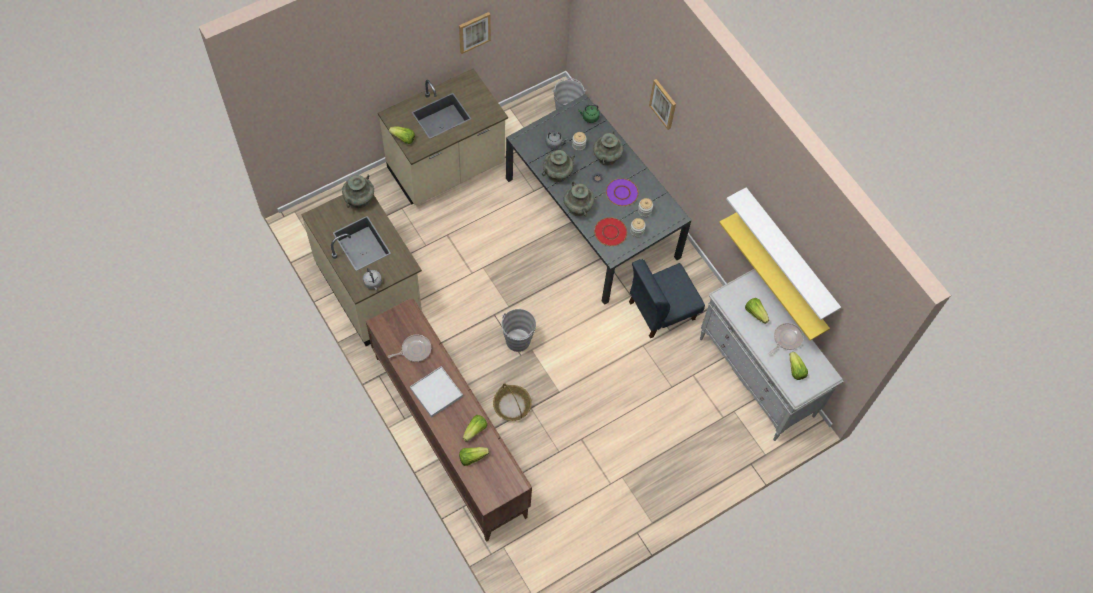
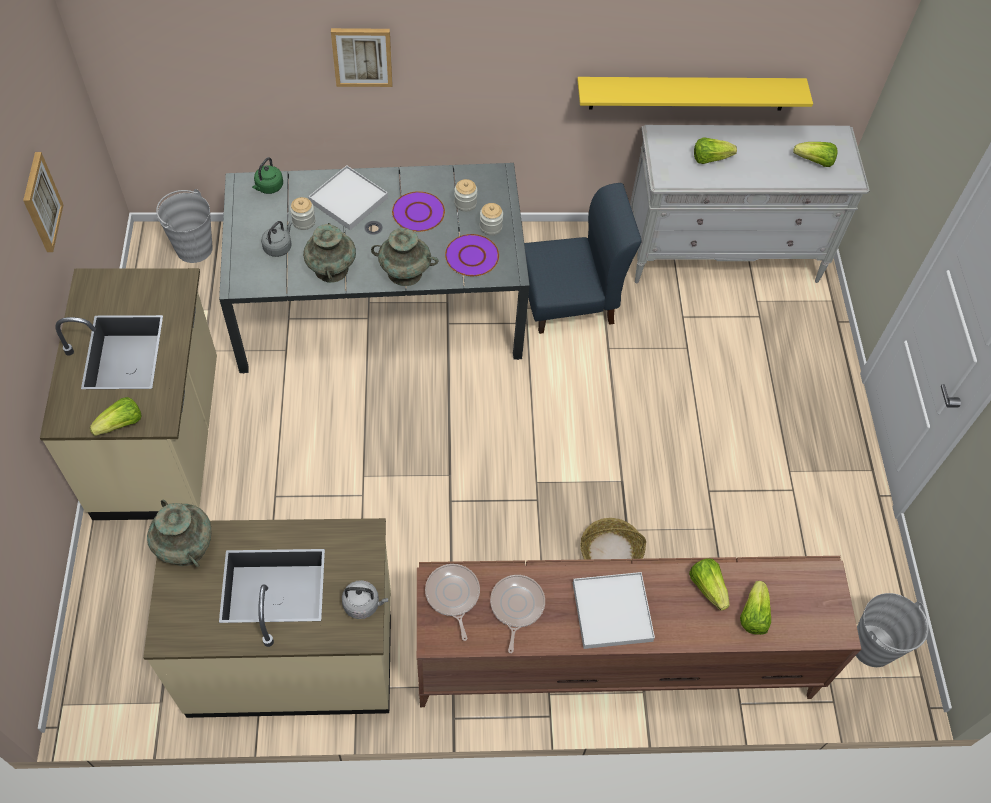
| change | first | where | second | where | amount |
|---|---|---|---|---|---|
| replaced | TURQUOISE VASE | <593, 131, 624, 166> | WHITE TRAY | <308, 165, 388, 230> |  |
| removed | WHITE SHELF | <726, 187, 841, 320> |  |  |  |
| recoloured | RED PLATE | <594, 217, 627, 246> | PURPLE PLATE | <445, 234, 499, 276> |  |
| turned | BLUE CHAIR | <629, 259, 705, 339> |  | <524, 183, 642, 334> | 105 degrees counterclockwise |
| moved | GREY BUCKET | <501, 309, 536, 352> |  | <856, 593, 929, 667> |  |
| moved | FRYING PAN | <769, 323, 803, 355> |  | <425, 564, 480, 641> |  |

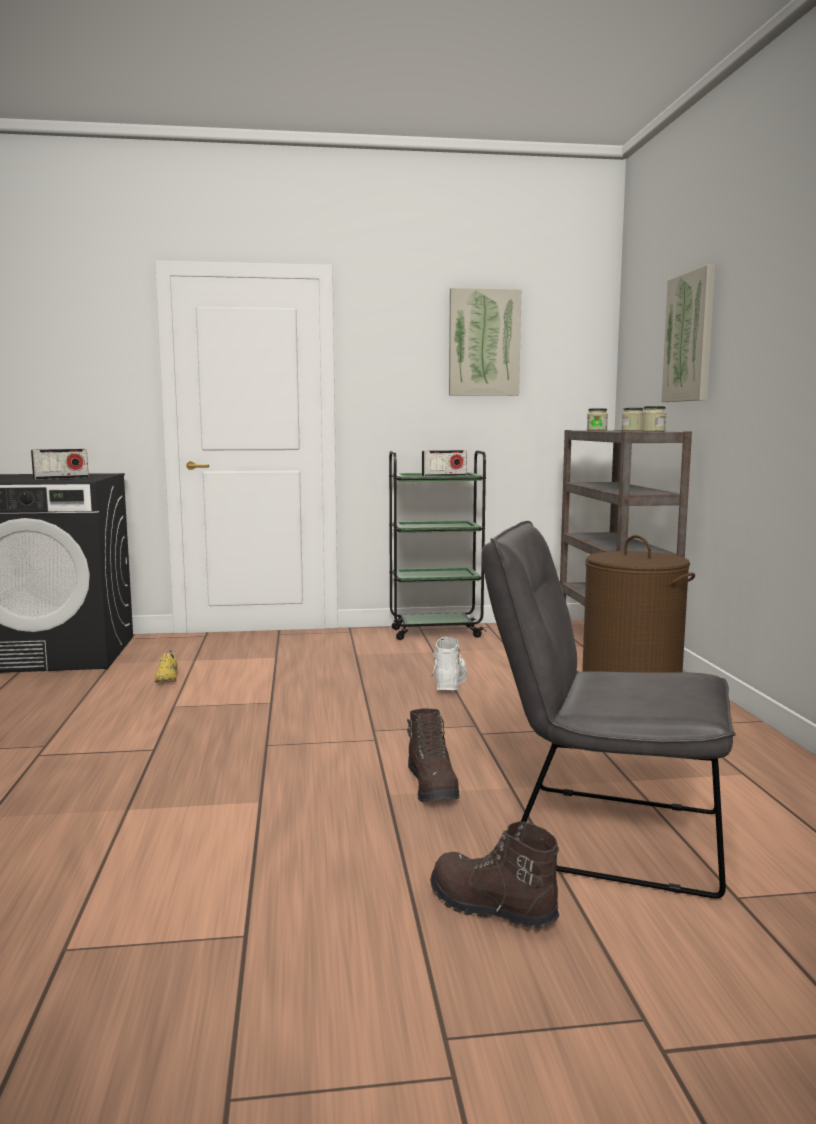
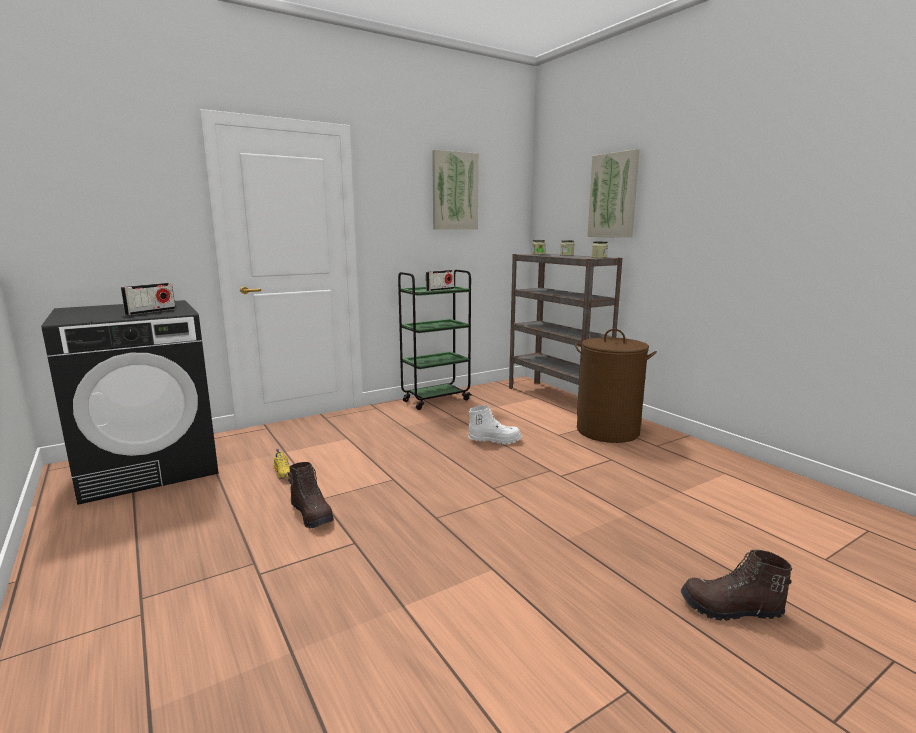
| change | first | where | second | where | amount |
|---|---|---|---|---|---|
| removed | GREY CHAIR | <481, 521, 736, 899> |  |  |  |
| turned | WHITE BOOT | <432, 637, 467, 690> |  | <468, 405, 522, 444> | 105 degrees clockwise |
| moved | BROWN BOOT | <407, 708, 460, 802> |  | <288, 462, 334, 528> |  |

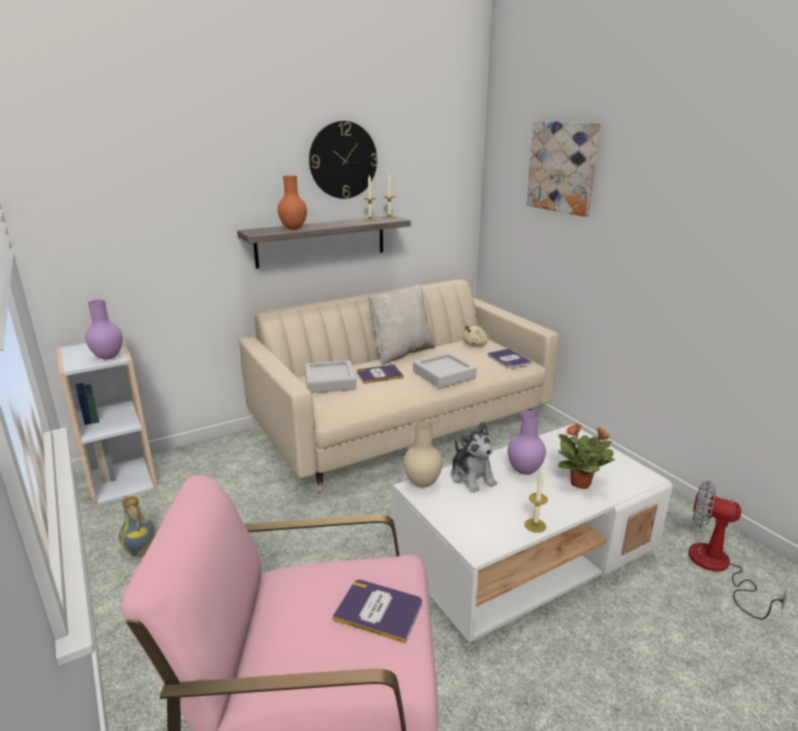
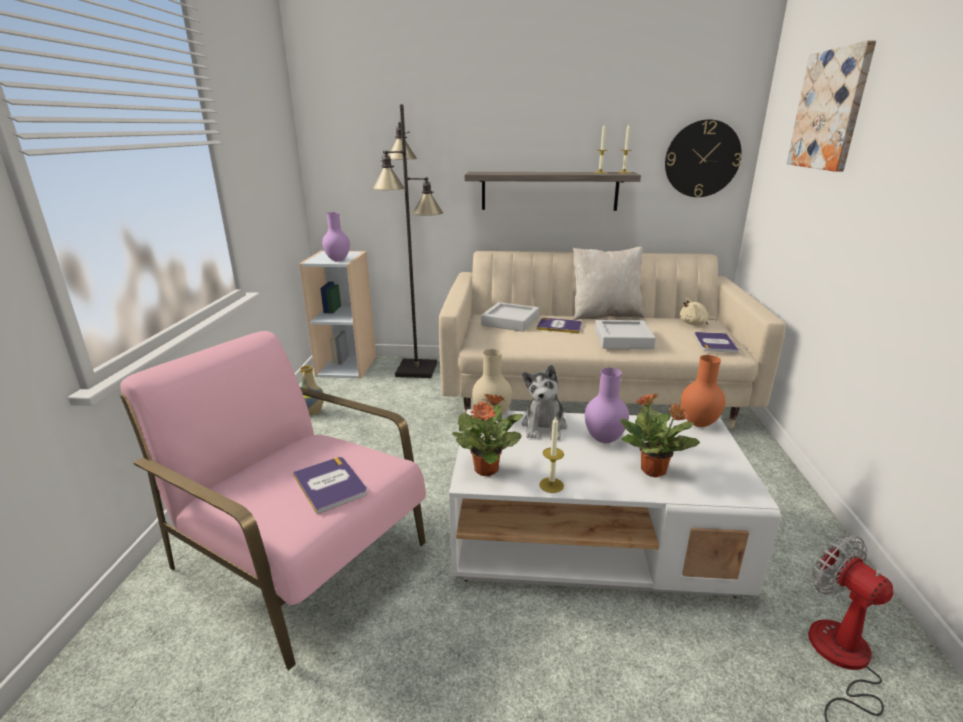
| change | first | where | second | where | amount |
|---|---|---|---|---|---|
| moved | WALL CLOCK | <309, 121, 378, 199> |  | <665, 120, 742, 197> |  |
| moved | ORANGE VASE | <278, 176, 307, 230> |  | <681, 355, 725, 427> |  |
| added |  |  | BLACK FLOOR LAMP | <372, 104, 444, 378> |  |
| added |  |  | POTTED PLANT | <452, 394, 523, 476> |  |

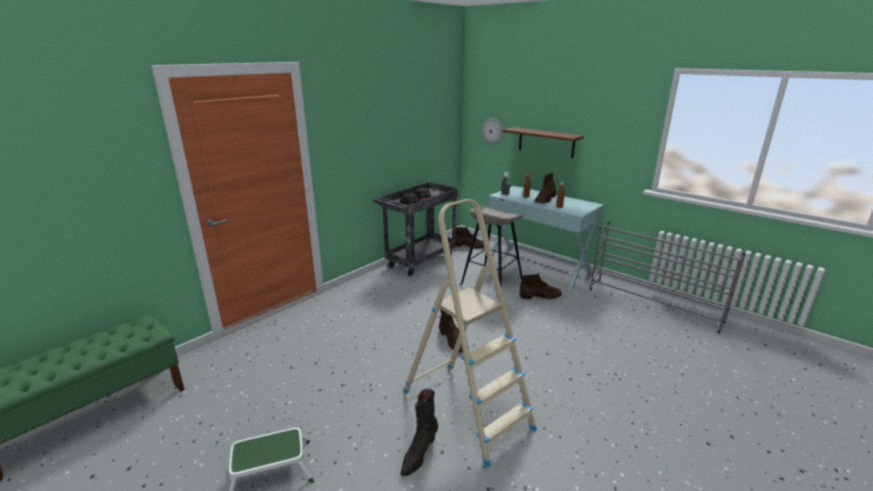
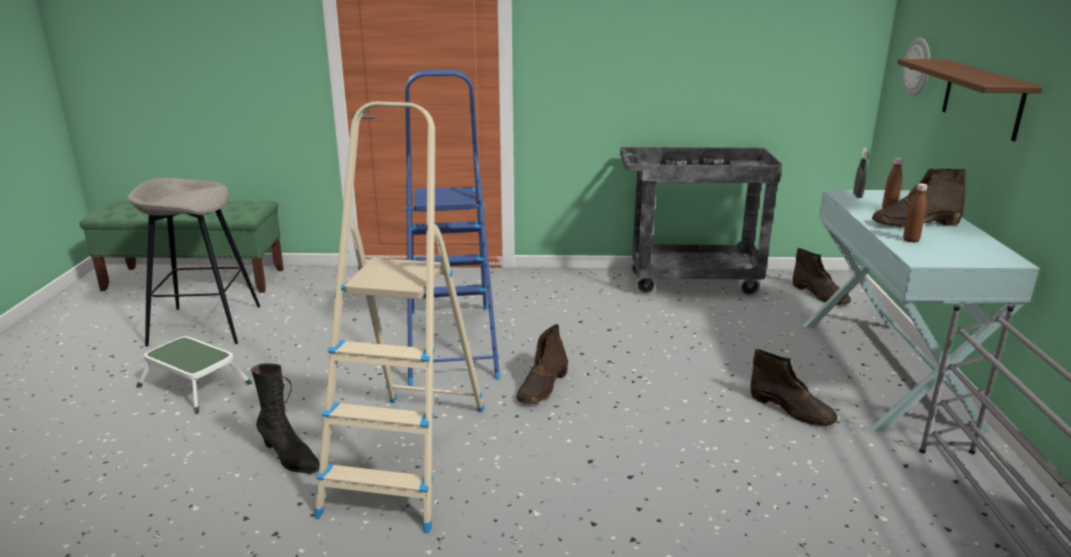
| change | first | where | second | where | amount |
|---|---|---|---|---|---|
| moved | GREY STOOL | <461, 206, 523, 286> |  | <128, 178, 260, 347> |  |
| turned | BLACK BOOT | <400, 389, 438, 476> |  | <251, 363, 320, 473> | 135 degrees counterclockwise |
| added |  |  | BLUE STEP LADDER | <405, 70, 500, 386> |  |

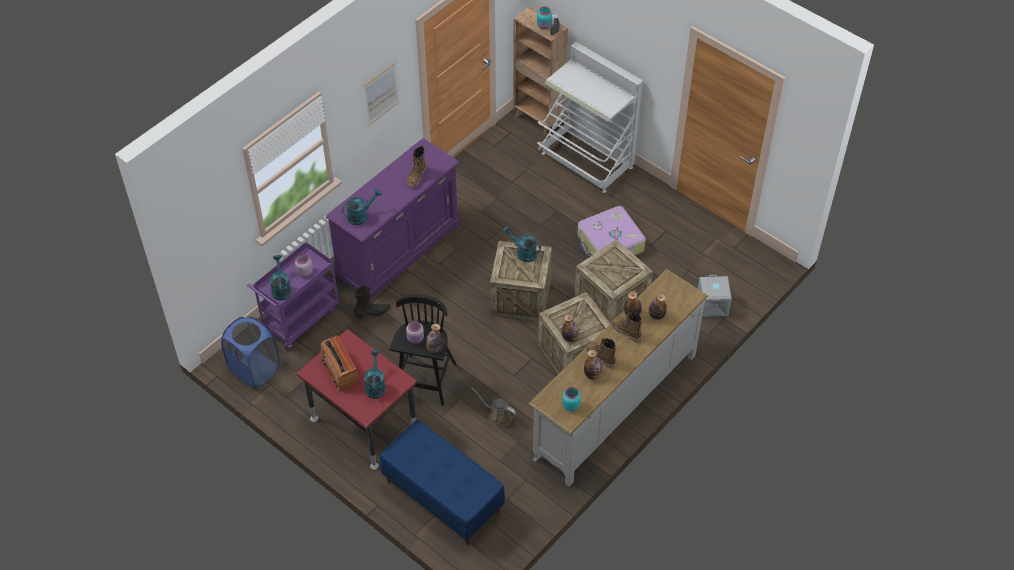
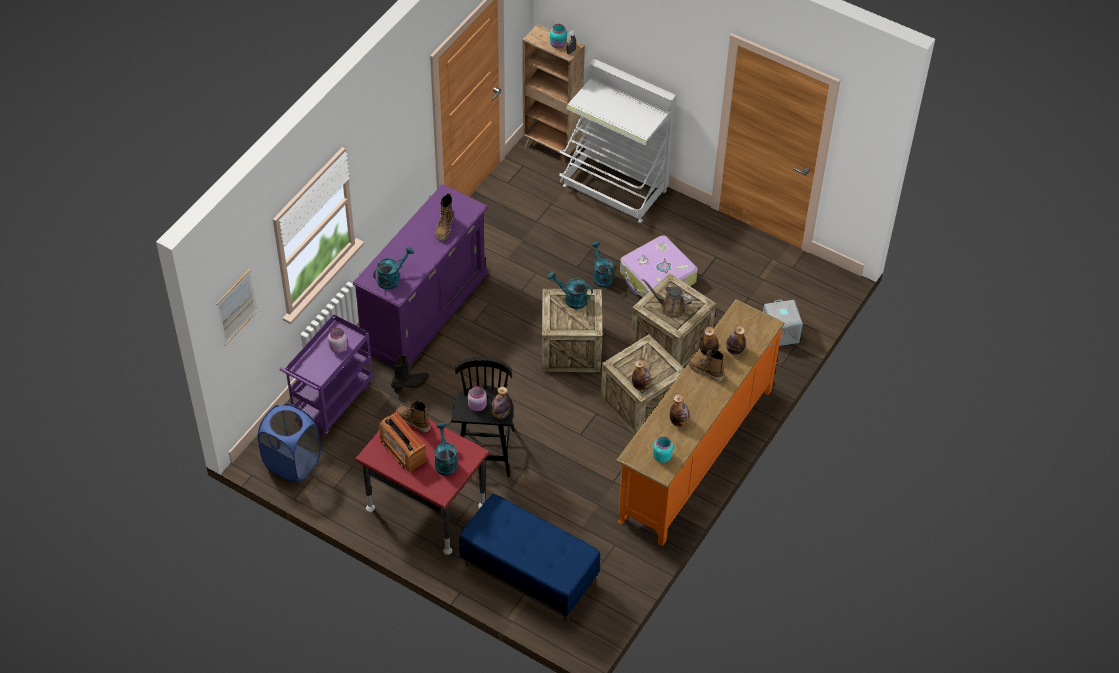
| change | first | where | second | where | amount |
|---|---|---|---|---|---|
| moved | PICTURE | <364, 62, 399, 126> |  | <216, 269, 258, 346> |  |
| moved | TURQUOISE WATERING CAN | <270, 255, 291, 300> |  | <591, 242, 614, 288> |  |
| recoloured | GREY CABINET | <528, 269, 708, 486> | ORANGE CABINET | <616, 299, 785, 546> |  |
| moved | BOOT | <586, 338, 617, 369> |  | <396, 401, 430, 432> |  |
| moved | BROWN WATERING CAN | <471, 387, 516, 427> |  | <641, 278, 693, 318> |  |

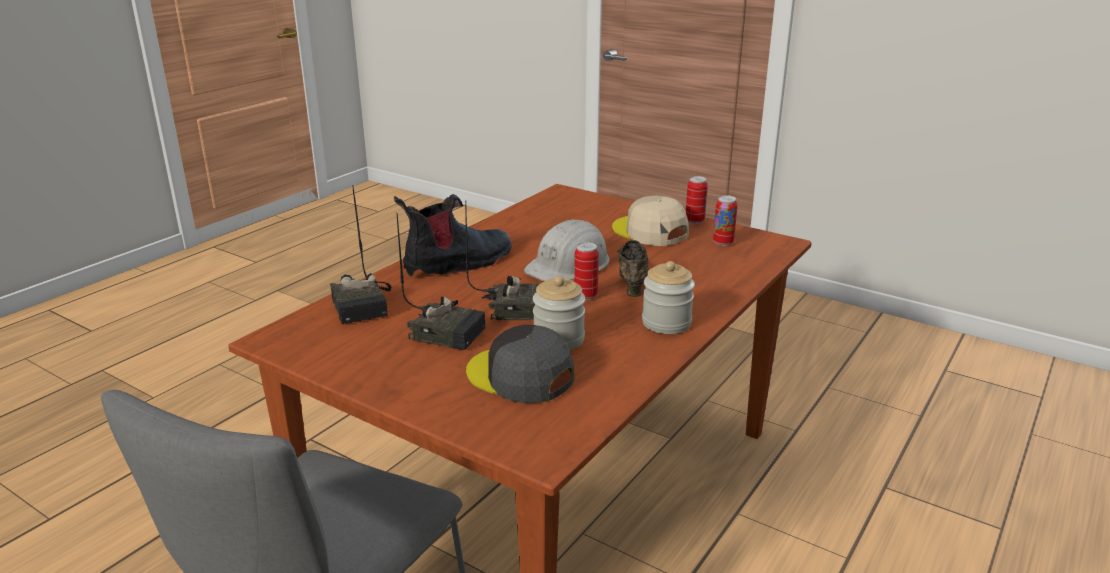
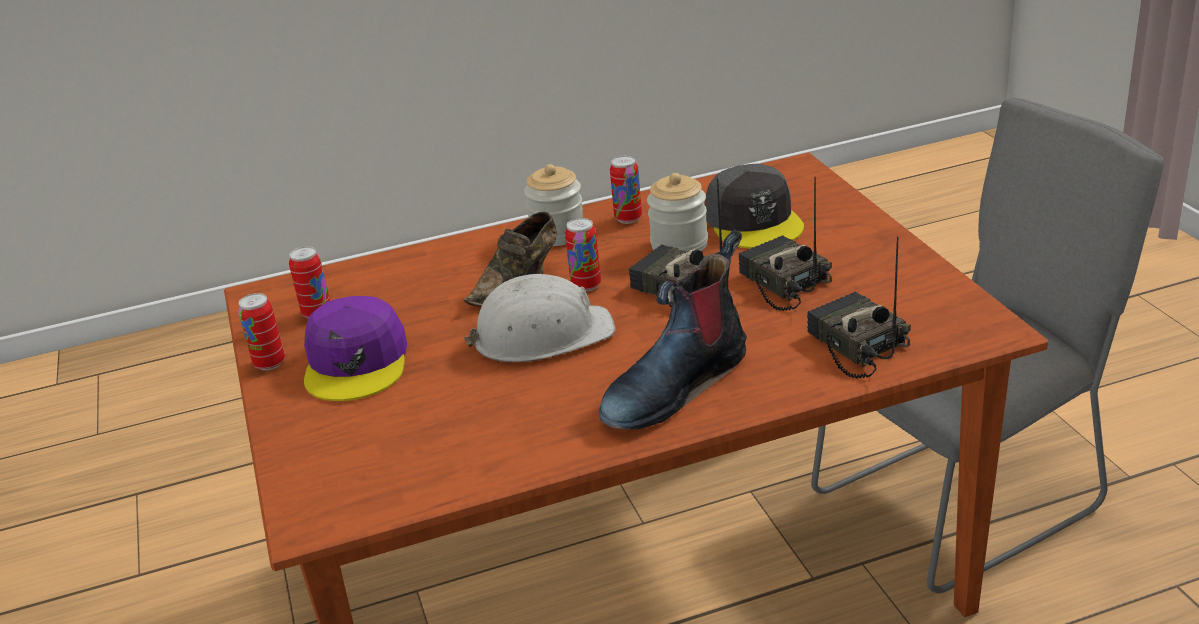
| change | first | where | second | where | amount |
|---|---|---|---|---|---|
| turned | RADIO | <330, 185, 391, 324> |  | <807, 236, 911, 379> | 45 degrees counterclockwise |
| turned | BOOT | <394, 194, 512, 276> |  | <599, 229, 747, 430> | 45 degrees counterclockwise |
| recoloured | BEIGE CAP | <612, 195, 689, 246> | PURPLE CAP | <304, 296, 407, 401> |  |
| added |  |  | CAN | <610, 156, 642, 224> |  |

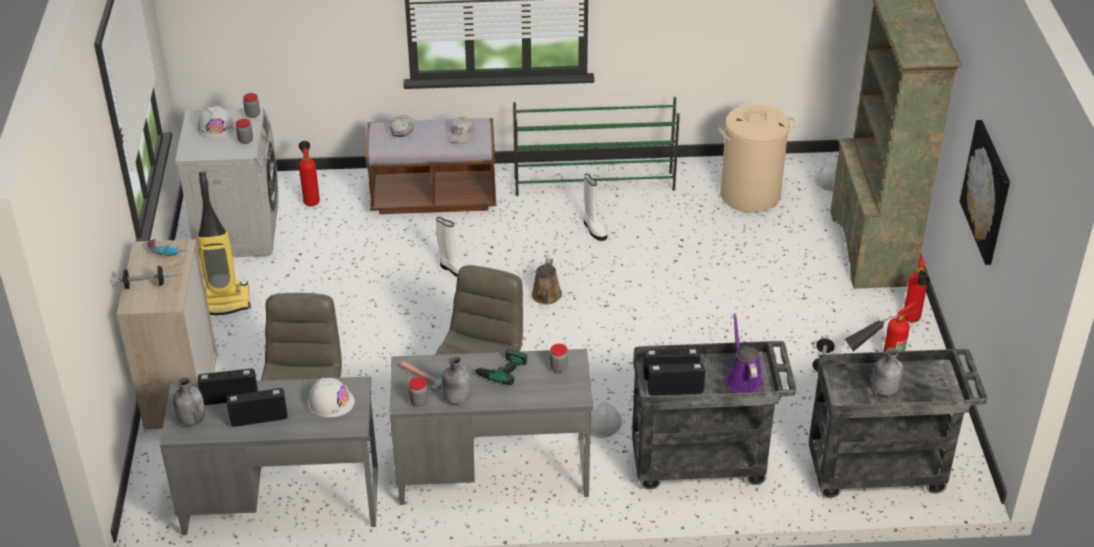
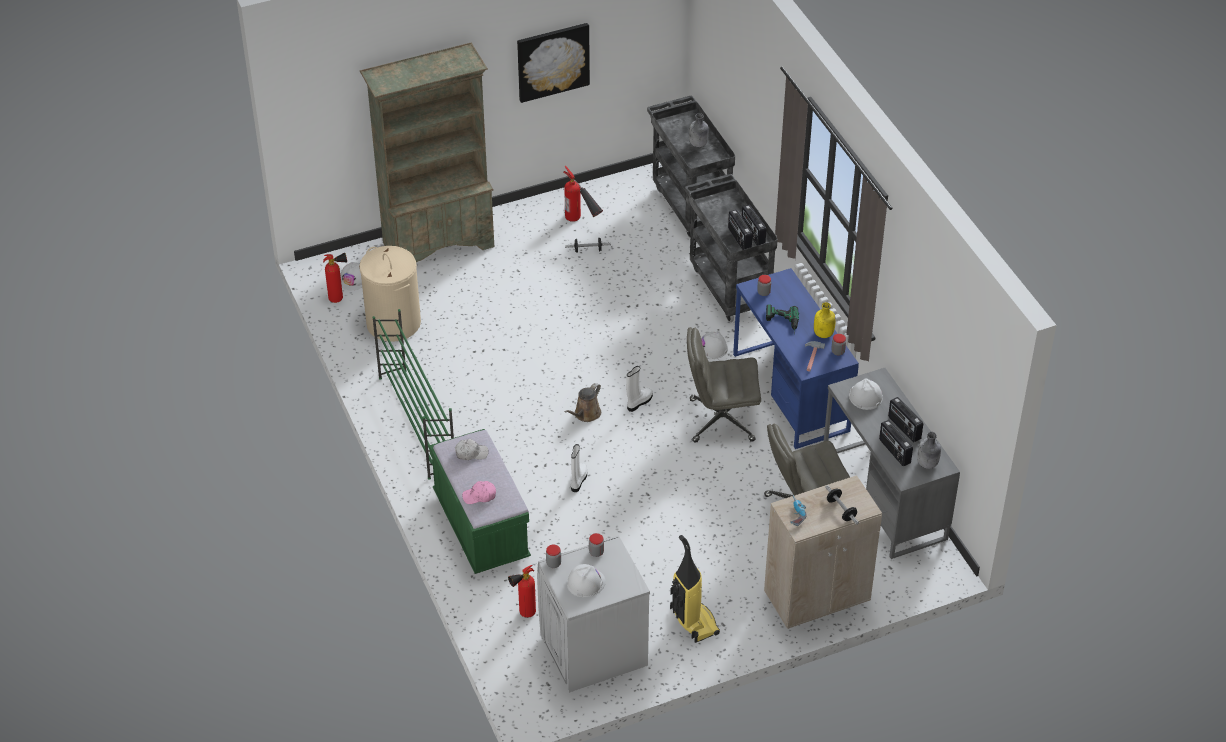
| change | first | where | second | where | amount |
|---|---|---|---|---|---|
| recoloured | WHITE CAP | <390, 115, 416, 137> | PINK CAP | <462, 481, 496, 504> |  |
| recoloured | BROWN BENCH | <365, 118, 496, 214> | GREEN BENCH | <429, 429, 531, 574> |  |
| moved | WHITE BOOT | <583, 174, 607, 241> |  | <626, 366, 653, 412> |  |
| moved | FIRE EXTINGUISHER | <903, 255, 930, 322> |  | <323, 253, 347, 303> |  |
| turned | BROWN WATERING CAN | <531, 258, 562, 304> |  | <564, 383, 601, 422> | 135 degrees clockwise |
| removed | PURPLE WATERING CAN | <726, 313, 762, 393> |  |  |  |
| recoloured | GREY DESK | <390, 349, 593, 505> | BLUE DESK | <733, 268, 859, 449> |  |
| recoloured | GREY BOTTLE | <442, 356, 471, 404> | YELLOW BOTTLE | <814, 302, 836, 338> |  |

